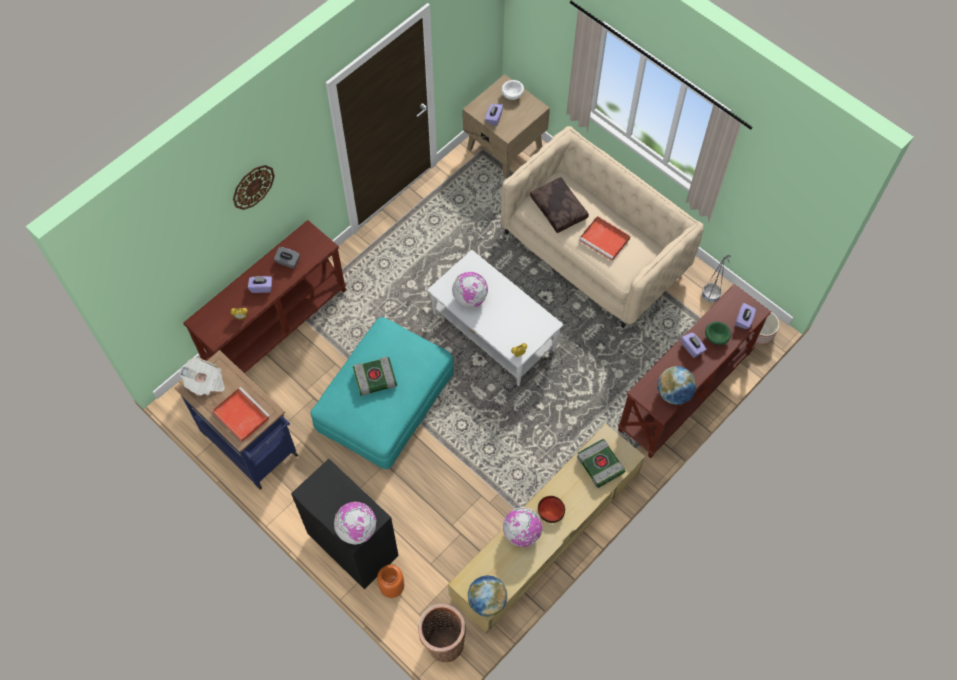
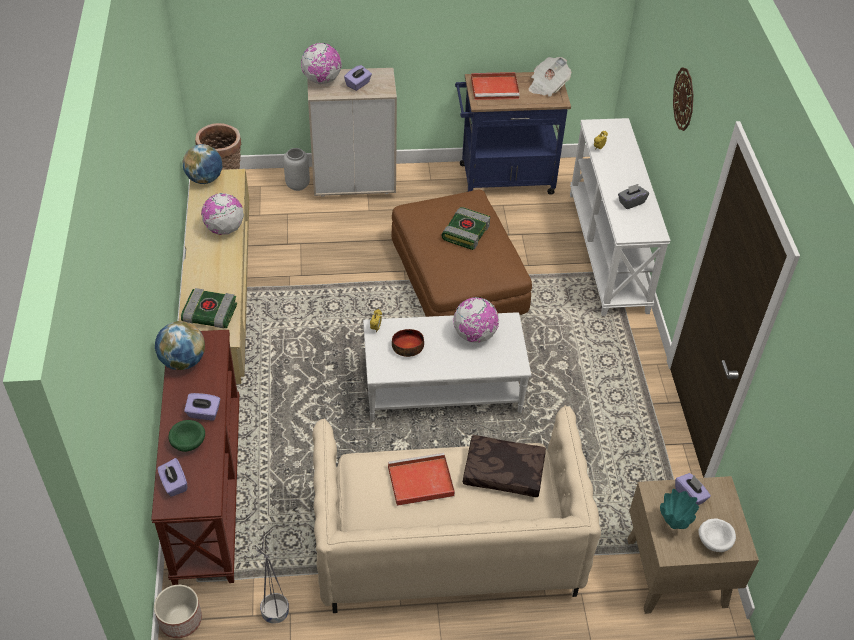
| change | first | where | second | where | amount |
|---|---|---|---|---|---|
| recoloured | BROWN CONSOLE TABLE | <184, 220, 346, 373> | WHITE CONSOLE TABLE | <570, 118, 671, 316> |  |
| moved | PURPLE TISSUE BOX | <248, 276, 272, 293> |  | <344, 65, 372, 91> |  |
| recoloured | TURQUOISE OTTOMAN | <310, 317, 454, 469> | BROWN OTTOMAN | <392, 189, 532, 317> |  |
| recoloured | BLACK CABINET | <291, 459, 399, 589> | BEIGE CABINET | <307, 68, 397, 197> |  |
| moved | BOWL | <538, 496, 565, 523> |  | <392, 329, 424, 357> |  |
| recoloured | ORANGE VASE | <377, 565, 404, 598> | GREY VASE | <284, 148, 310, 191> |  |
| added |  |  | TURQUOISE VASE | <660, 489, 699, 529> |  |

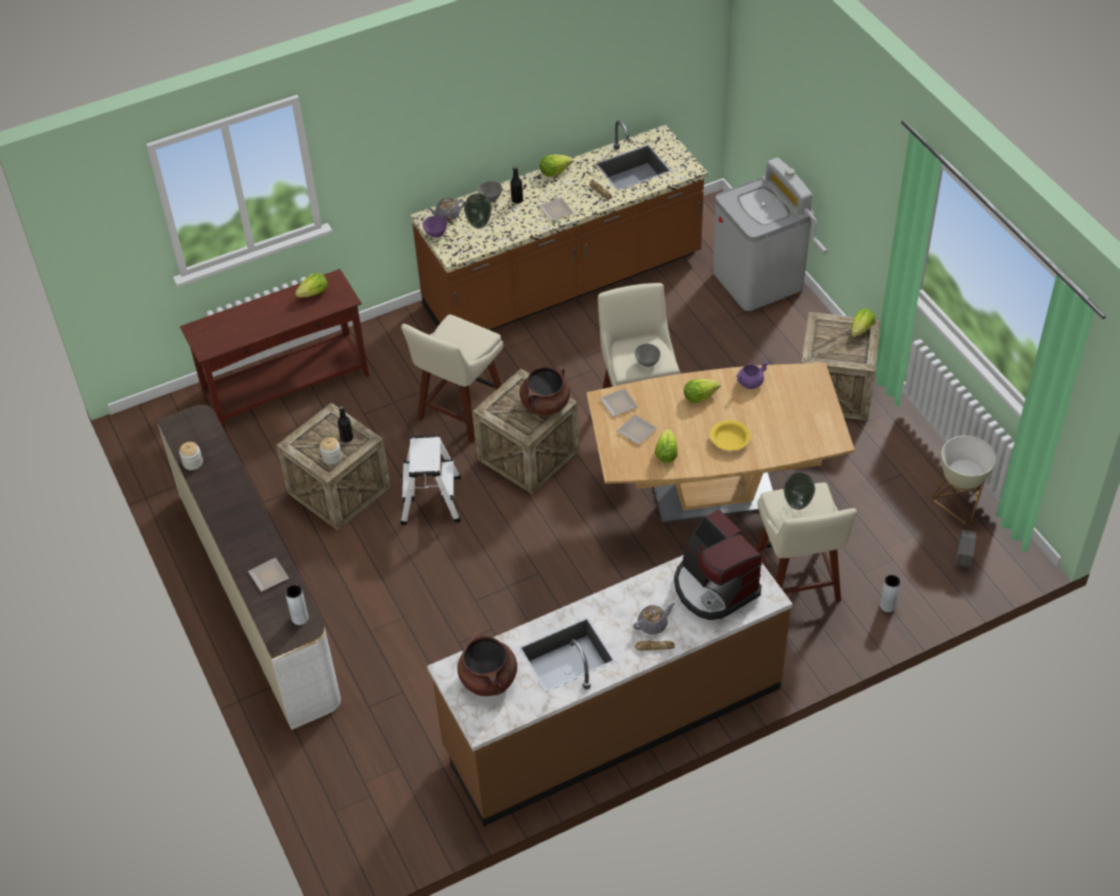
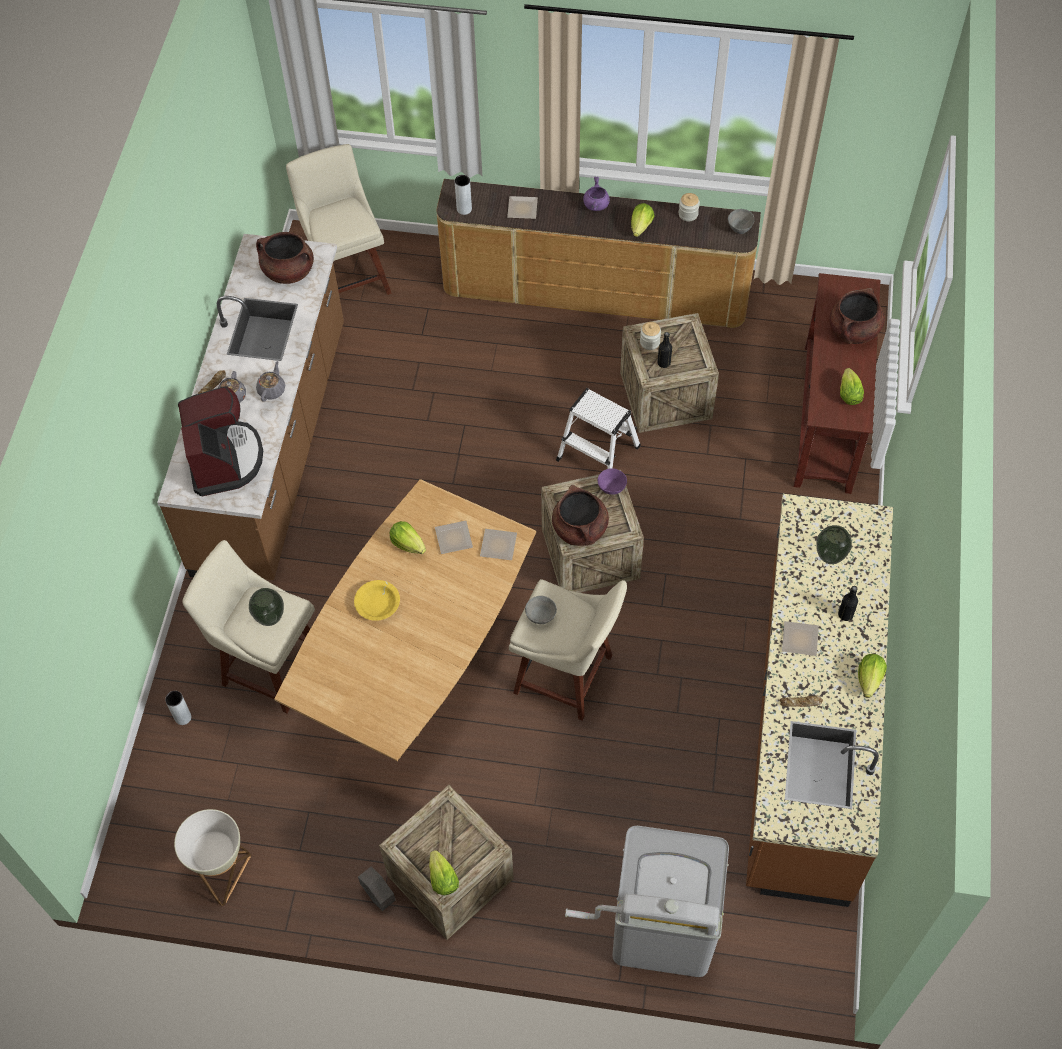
| change | first | where | second | where | amount |
|---|---|---|---|---|---|
| moved | GREY BOWL | <478, 181, 502, 202> |  | <728, 209, 755, 234> |  |
| moved | GREY TEAPOT | <427, 198, 465, 221> |  | <256, 361, 285, 402> |  |
| moved | PURPLE BOWL | <423, 216, 447, 238> |  | <598, 468, 627, 495> |  |
| moved | BEIGE STOOL | <401, 314, 503, 443> |  | <286, 144, 392, 295> |  |
| moved | PURPLE COOKING POT | <736, 360, 769, 389> |  | <583, 177, 610, 211> |  |
| moved | LETTUCE | <684, 379, 720, 403> |  | <631, 203, 655, 237> |  |
| recoloured | WHITE CABINET | <157, 405, 341, 730> | BROWN CABINET | <436, 179, 761, 328> |  |
| turned | COFFEE MACHINE | <674, 509, 762, 620> |  | <178, 386, 263, 496> | 75 degrees clockwise |
| moved | GREY PLANTER | <956, 530, 976, 568> |  | <358, 866, 396, 911> |  |
| added |  |  | BROWN COOKING POT | <829, 288, 885, 344> |  |

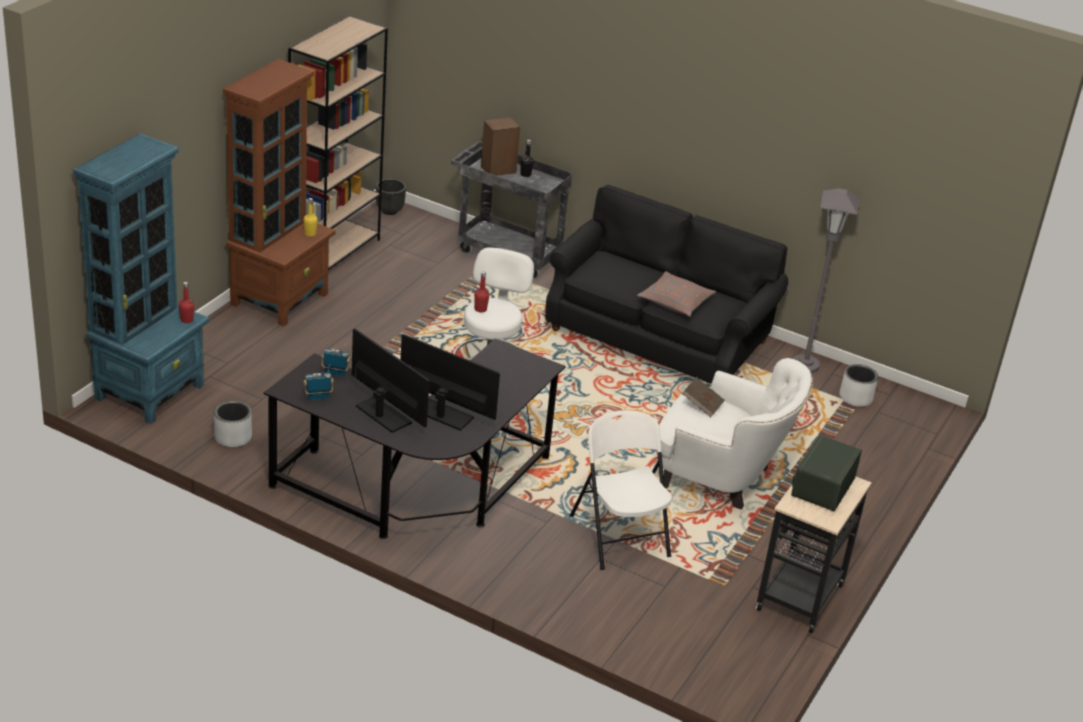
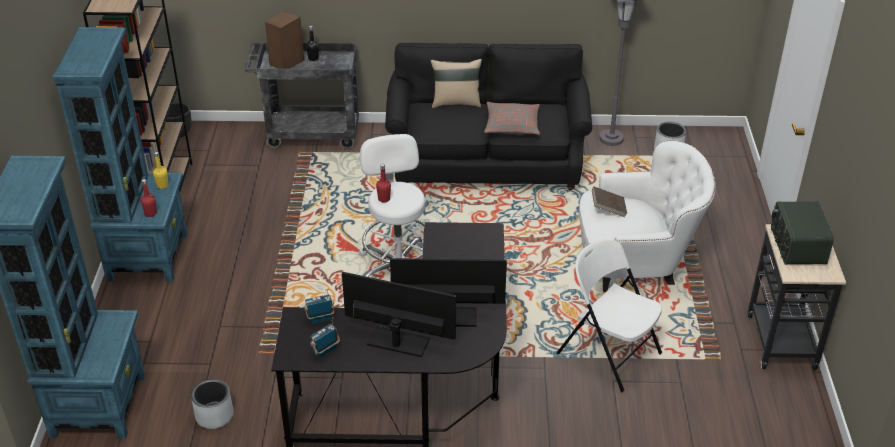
| change | first | where | second | where | amount |
|---|---|---|---|---|---|
| recoloured | BROWN CABINET | <223, 59, 336, 327> | BLUE CABINET | <52, 27, 187, 282> |  |
| moved | RED BOTTLE | <179, 282, 194, 323> |  | <141, 179, 157, 217> |  |
| added |  |  | BEIGE PILLOW | <431, 59, 482, 108> |  |

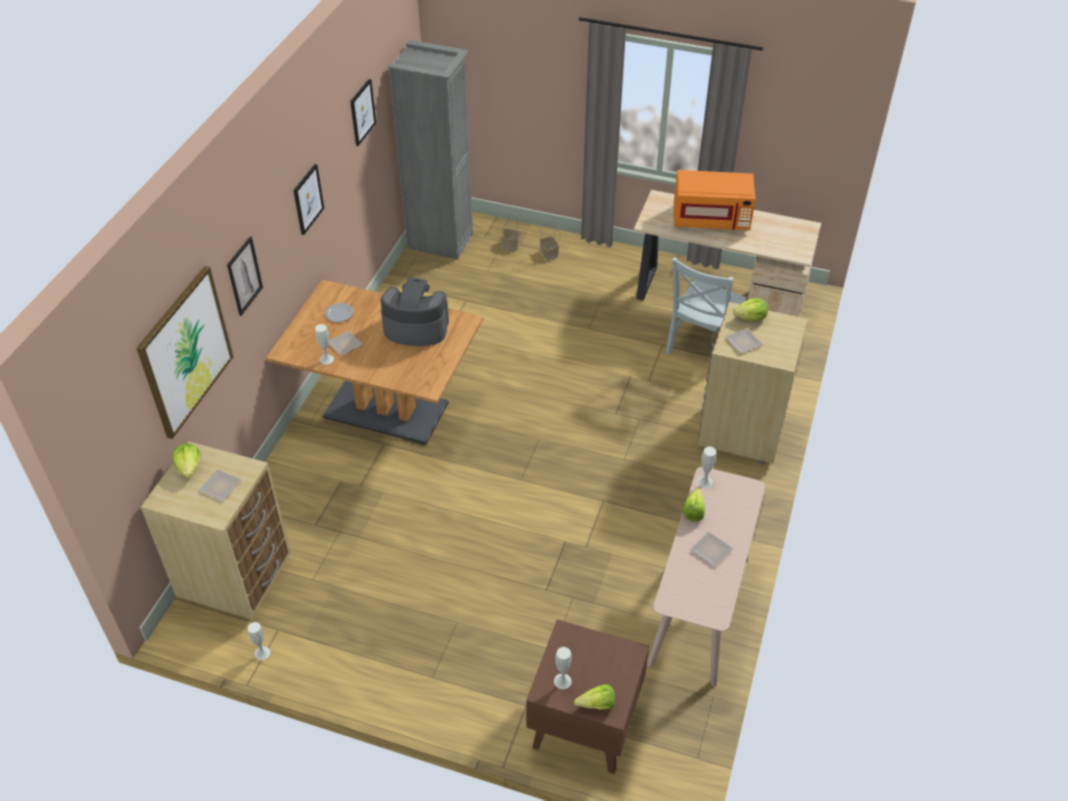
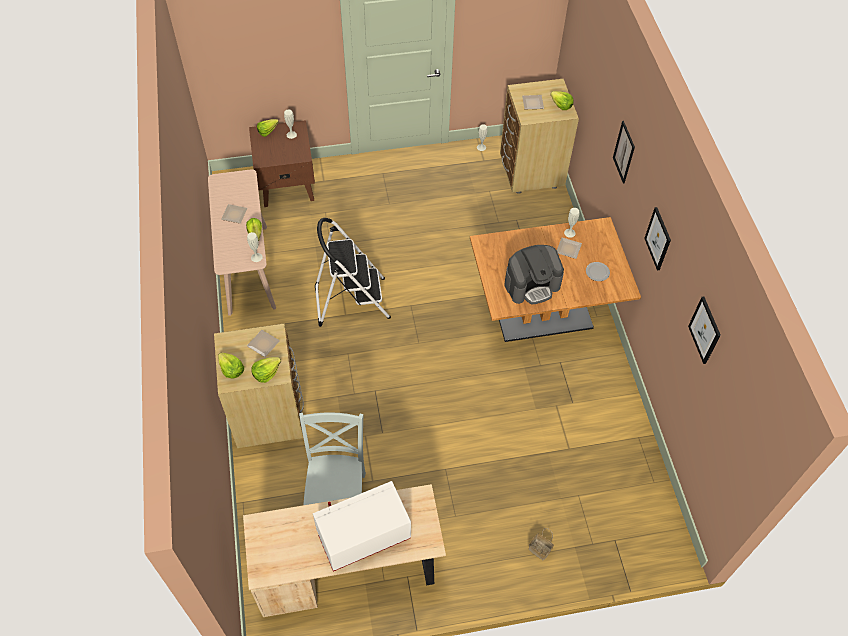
| change | first | where | second | where | amount |
|---|---|---|---|---|---|
| removed | GREY CABINET | <388, 40, 473, 259> |  |  |  |
| recoloured | ORANGE MICROWAVE | <674, 170, 755, 230> | WHITE MICROWAVE | <313, 481, 411, 571> |  |
| removed | BASKET | <500, 212, 521, 250> |  |  |  |
| removed | PICTURE | <136, 266, 233, 439> |  |  |  |
| added |  |  | STEP LADDER | <315, 218, 391, 327> |  |
| added |  |  | LETTUCE | <218, 353, 244, 379> |  |

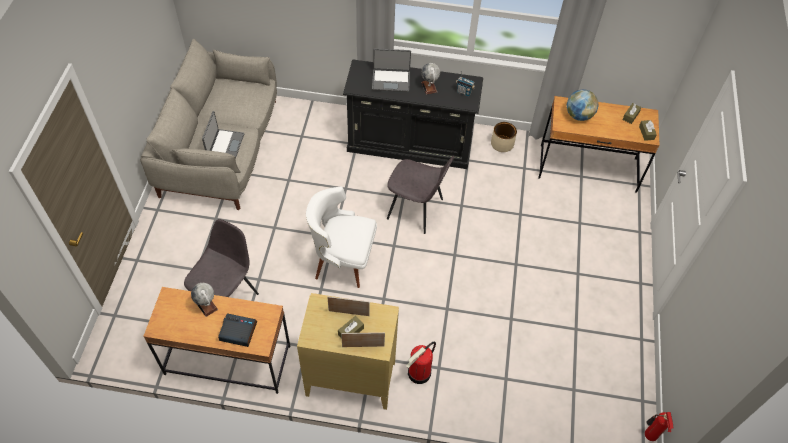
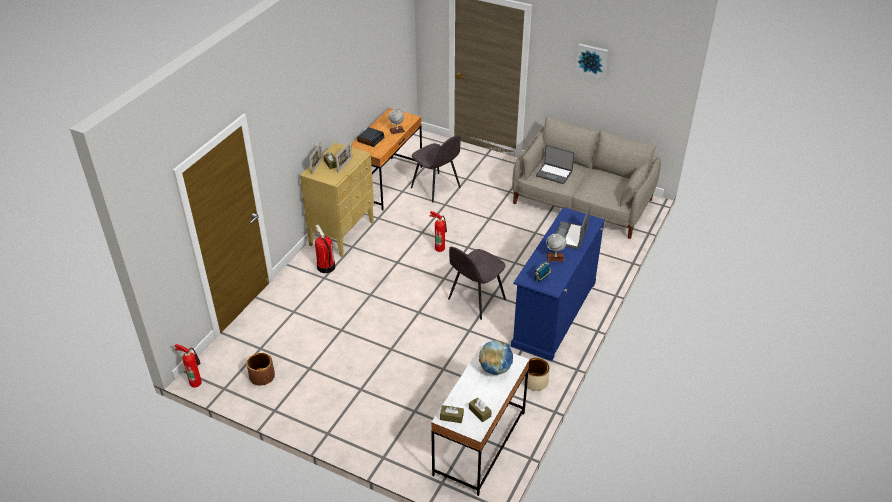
| change | first | where | second | where | amount |
|---|---|---|---|---|---|
| recoloured | BLACK CABINET | <343, 60, 483, 169> | BLUE CABINET | <511, 207, 605, 361> |  |
| recoloured | BROWN DESK | <538, 96, 659, 193> | WHITE DESK | <431, 342, 530, 496> |  |
| replaced | WHITE CHAIR | <306, 187, 377, 288> | FIRE EXTINGUISHER | <430, 211, 447, 252> |  |
| added |  |  | PICTURE | <575, 43, 608, 79> |  |
| added |  |  | BROWN PLANTER | <247, 353, 275, 386> |  |

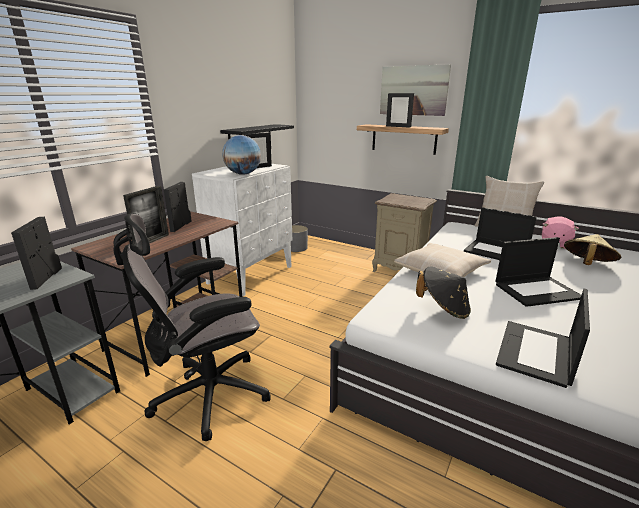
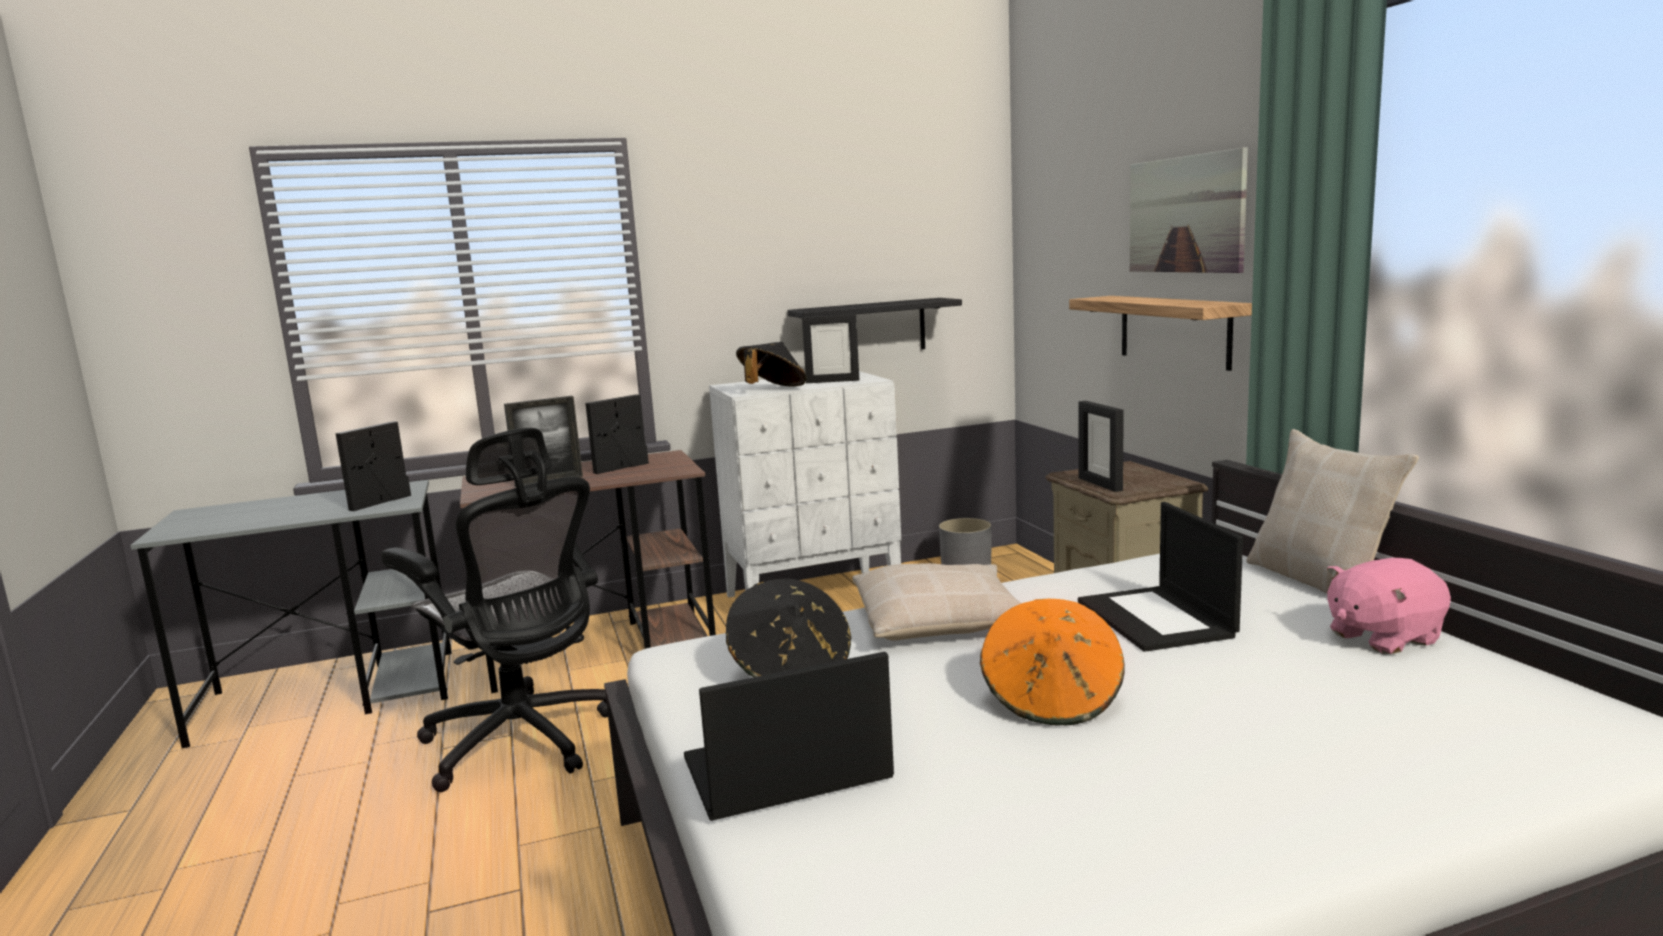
| change | first | where | second | where | amount |
|---|---|---|---|---|---|
| moved | PICTURE FRAME | <386, 93, 414, 128> |  | <1078, 401, 1124, 492> |  |
| replaced | GLOBE | <222, 135, 261, 175> | BLACK HAT | <736, 342, 807, 387> |  |
| turned | OFFICE CHAIR | <114, 213, 271, 441> |  | <381, 428, 608, 792> | 150 degrees counterclockwise |
| removed | BEIGE HAT | <564, 234, 621, 265> |  |  |  |
| replaced | LAPTOP | <495, 237, 581, 307> | ORANGE HAT | <980, 599, 1125, 725> |  |

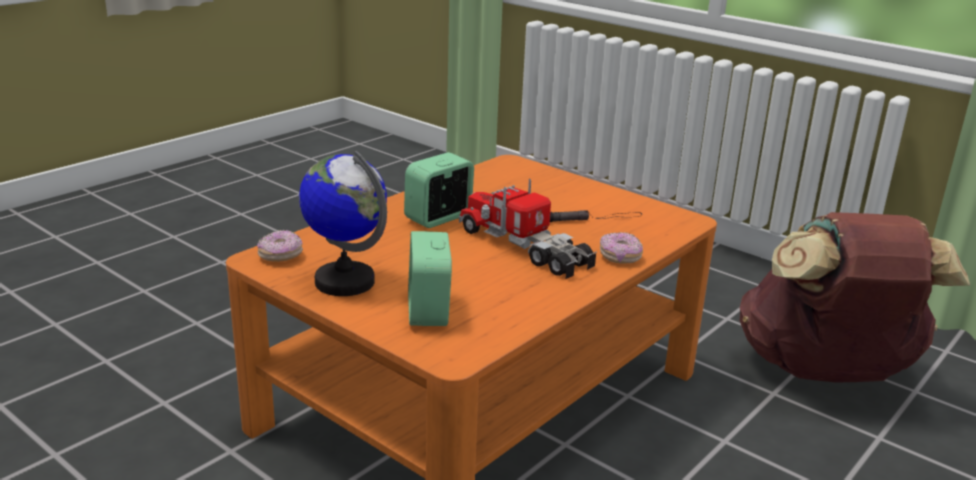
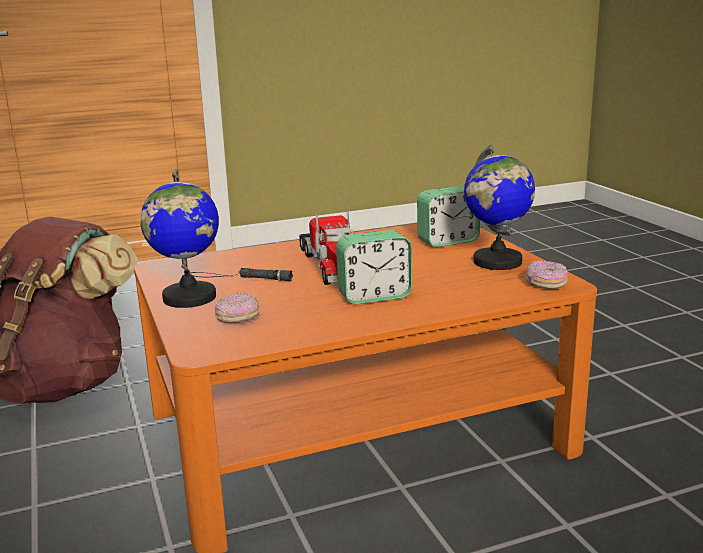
| change | first | where | second | where | amount |
|---|---|---|---|---|---|
| turned | ALARM CLOCK | <408, 231, 452, 326> |  | <417, 186, 480, 247> | 45 degrees clockwise |
| moved | DONUT | <600, 232, 643, 264> |  | <215, 293, 260, 323> |  |
| added |  |  | GLOBE | <140, 169, 219, 308> |  |

